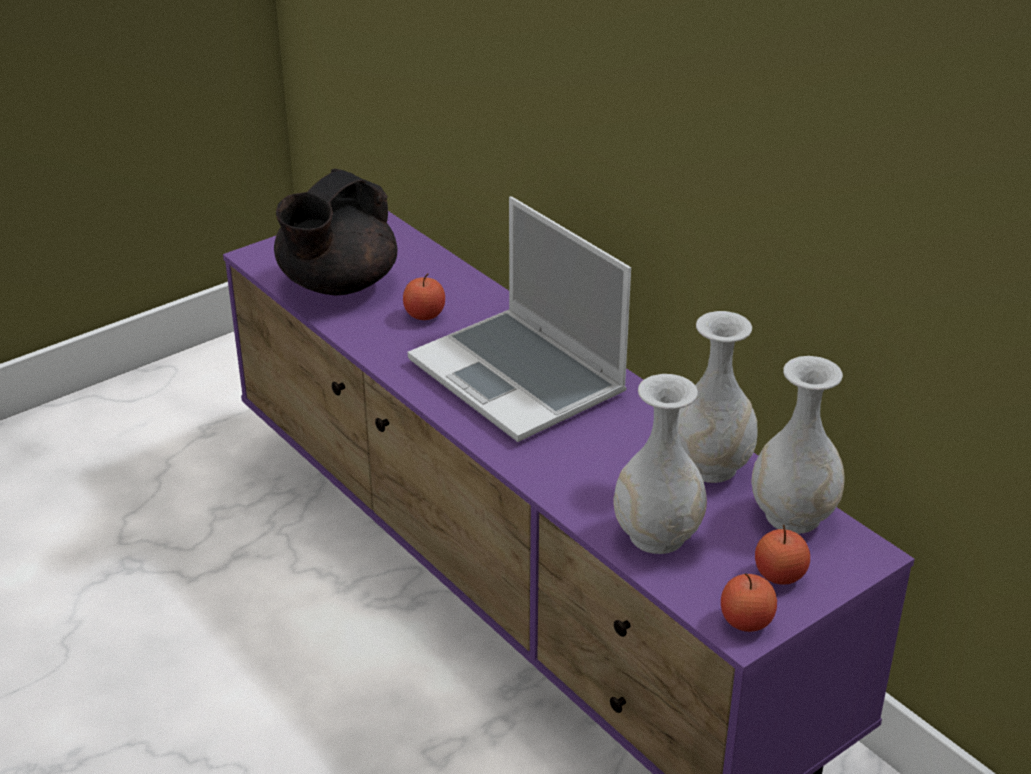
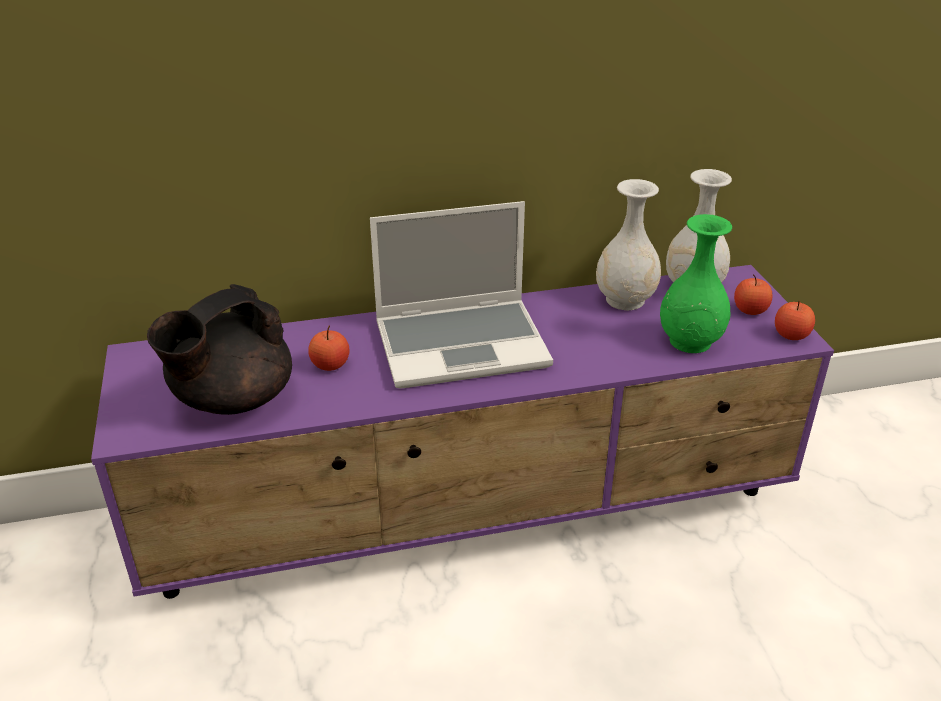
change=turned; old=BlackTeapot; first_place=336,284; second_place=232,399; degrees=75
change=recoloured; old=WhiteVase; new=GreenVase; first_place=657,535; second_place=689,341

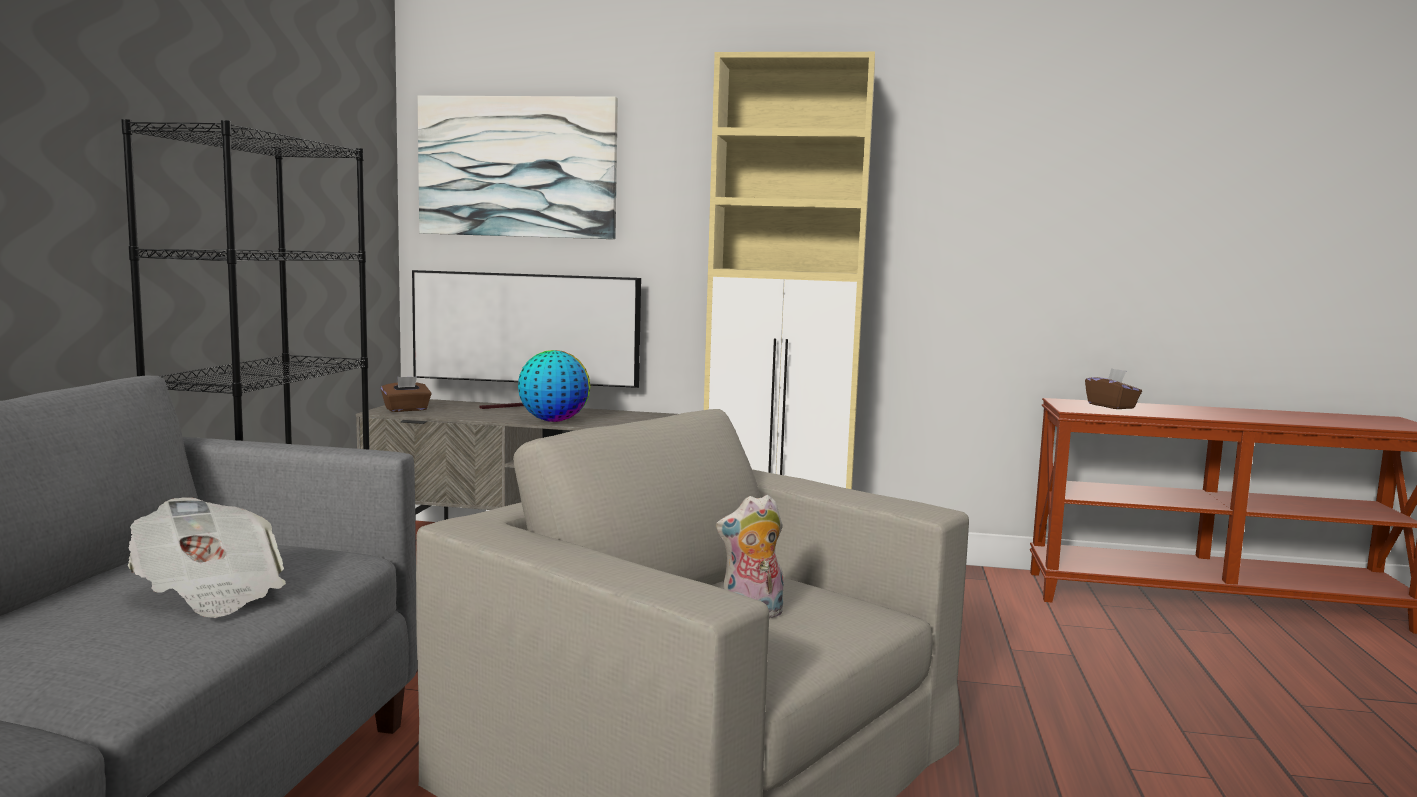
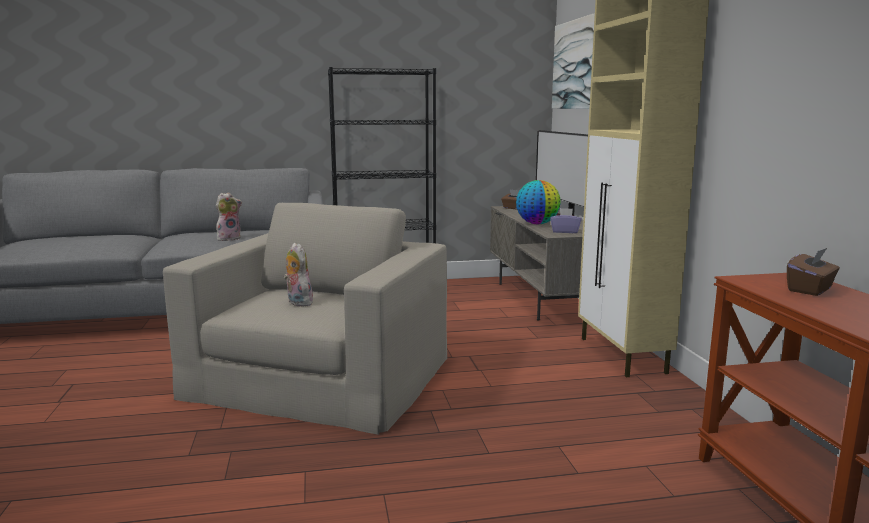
change=replaced; old=Newspaper; new=PlushToy; first_place=210,593; second_place=229,238
change=added; new=PurpleTissueBox; second_place=565,231

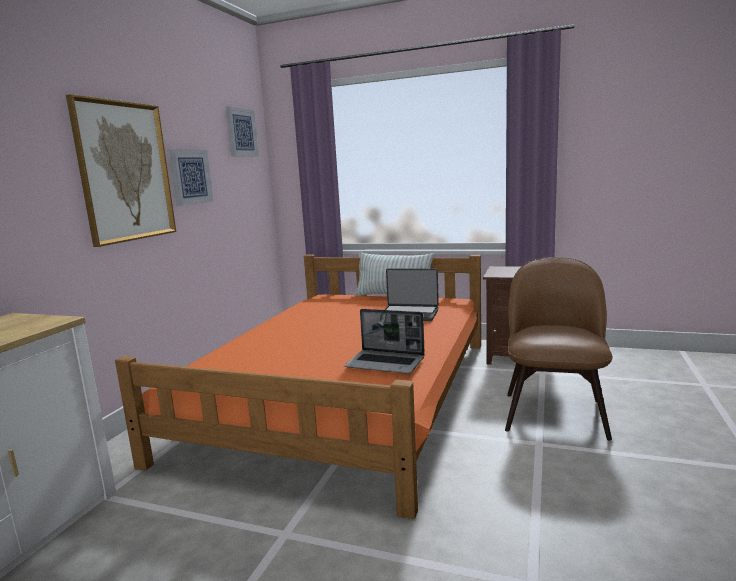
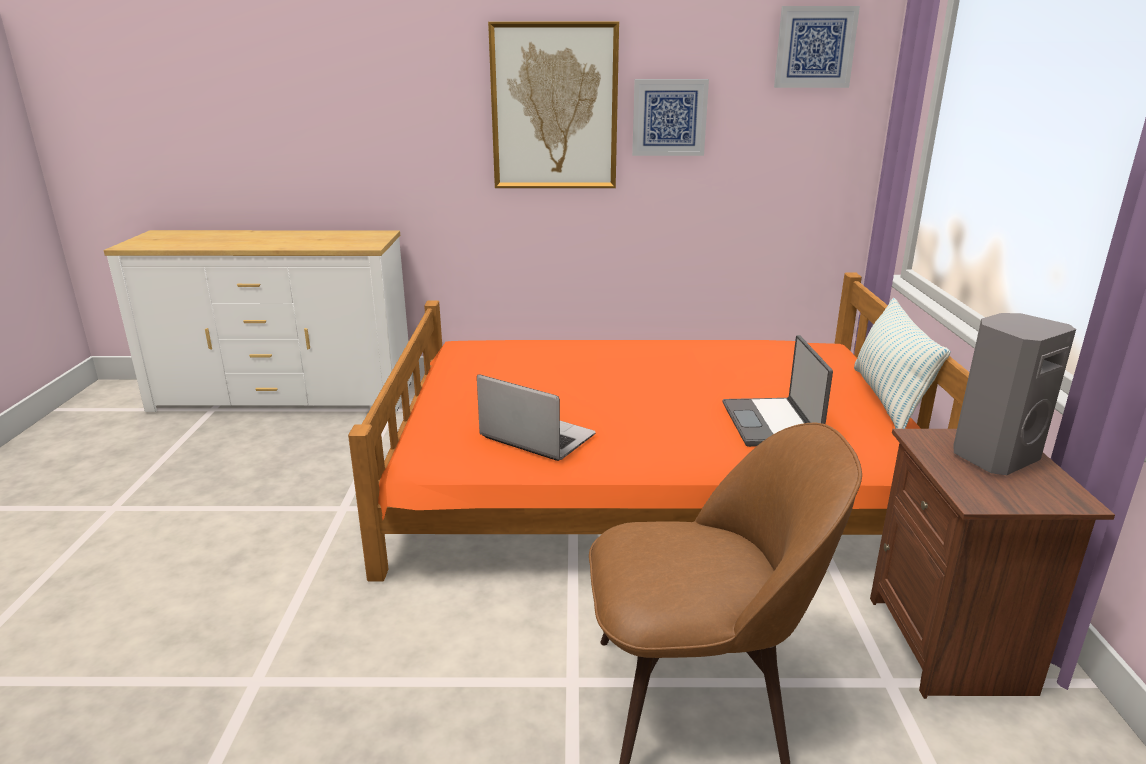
change=turned; old=Laptop; first_place=386,363; second_place=535,437; degrees=120
change=added; new=GreySpeaker; second_place=992,457

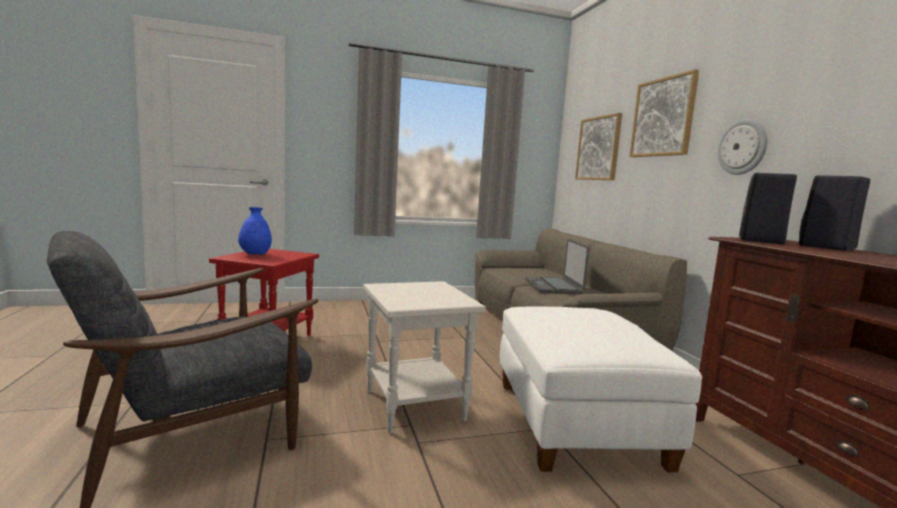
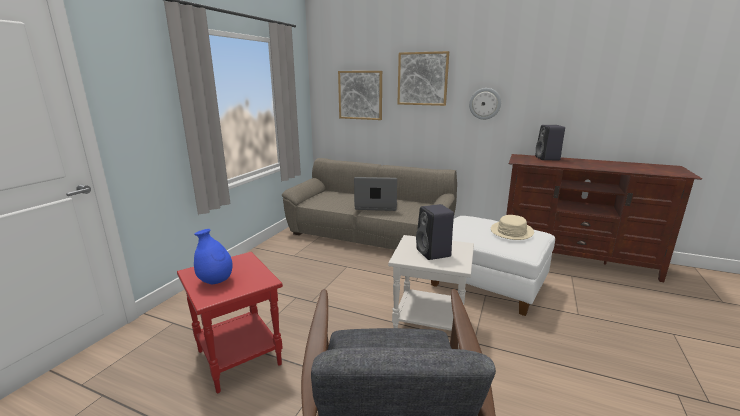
change=turned; old=Laptop; first_place=553,286; second_place=376,206; degrees=150
change=moved; old=BlackSpeaker; first_place=762,241; second_place=434,253
change=added; new=BeigeHat; second_place=511,231

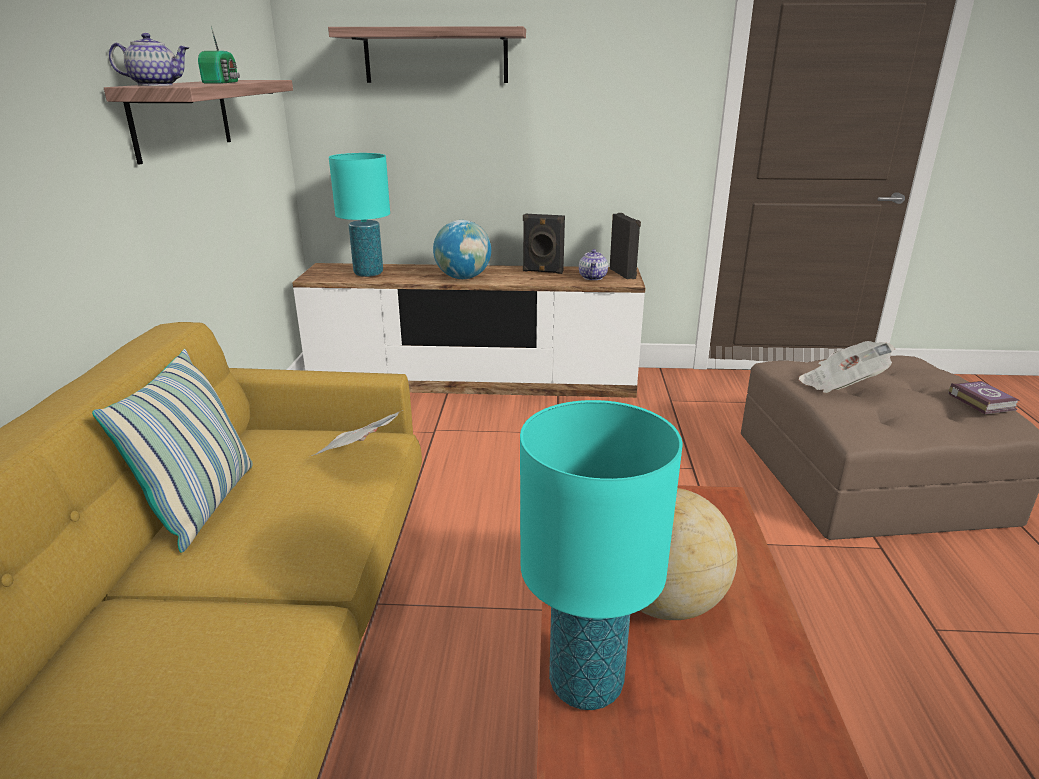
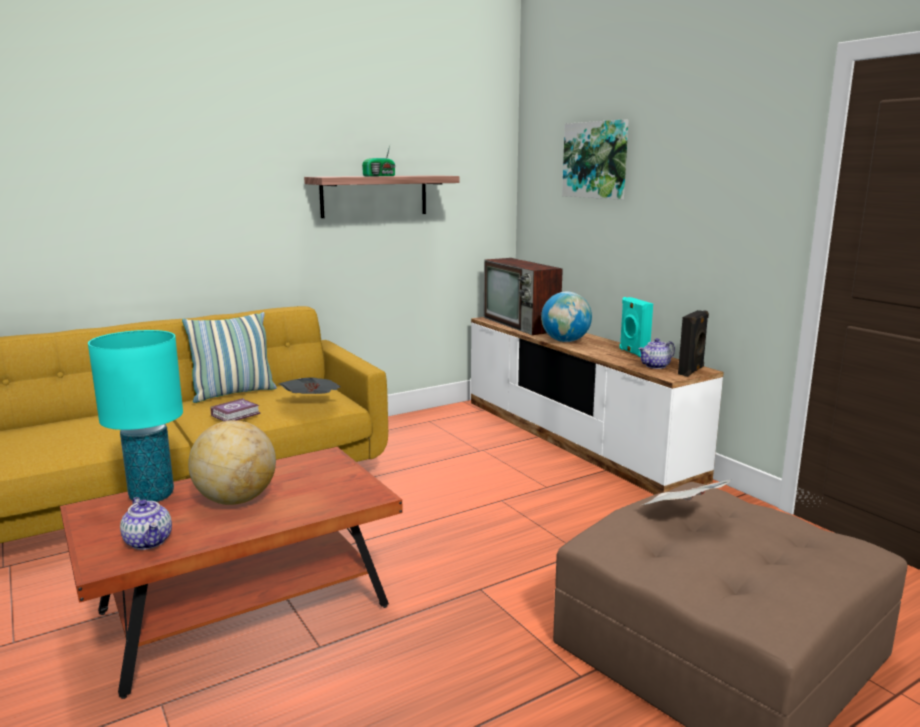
change=moved; old=Teapot; first_place=156,85; second_place=149,542
change=replaced; old=Shelf; new=Picture; first_place=436,56; second_place=596,160
change=replaced; old=TurquoiseTableLamp; new=Television; first_place=369,273; second_place=521,324
change=recoloured; old=BlackSpeaker; new=TurquoiseSpeaker; first_place=542,271; second_place=633,352
change=moved; old=Book; first_place=981,401; second_place=237,414

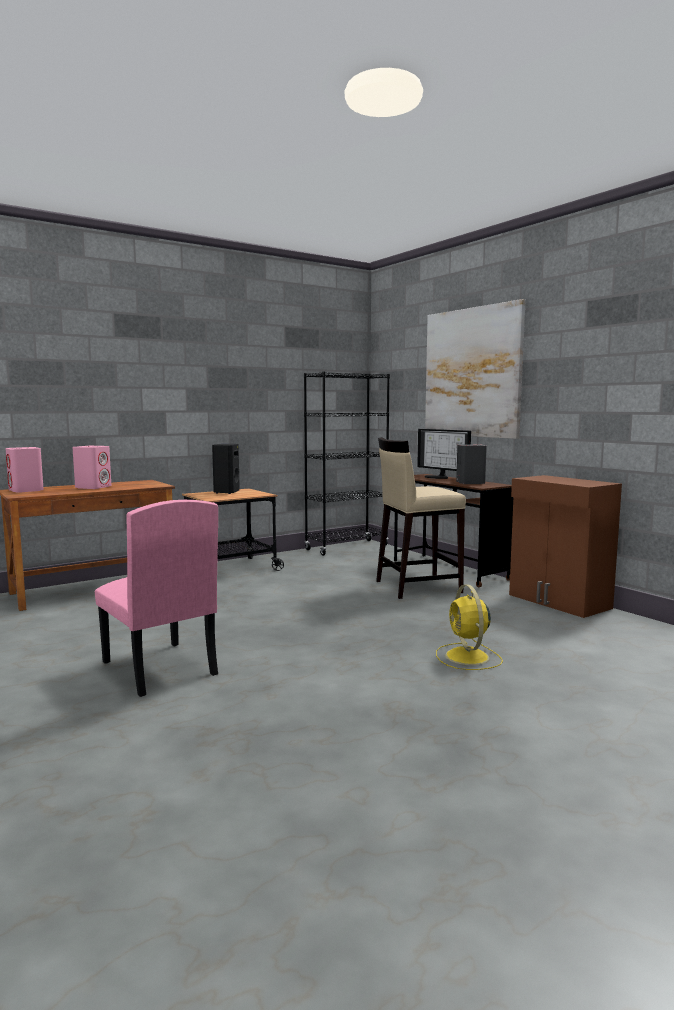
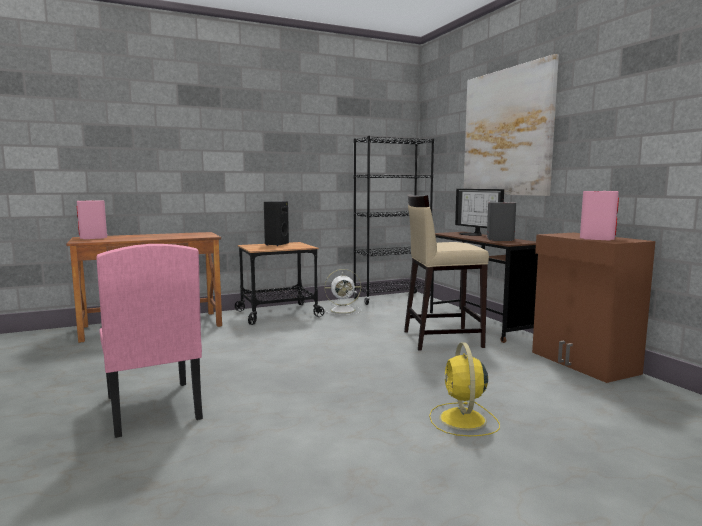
change=moved; old=PinkSpeaker; first_place=93,487; second_place=597,238
change=added; new=WhiteFan; second_place=344,310

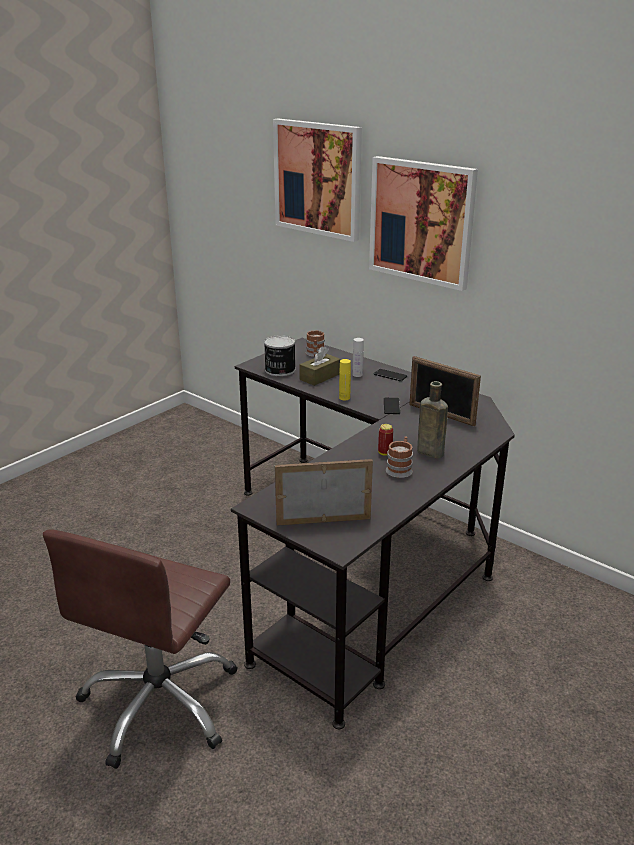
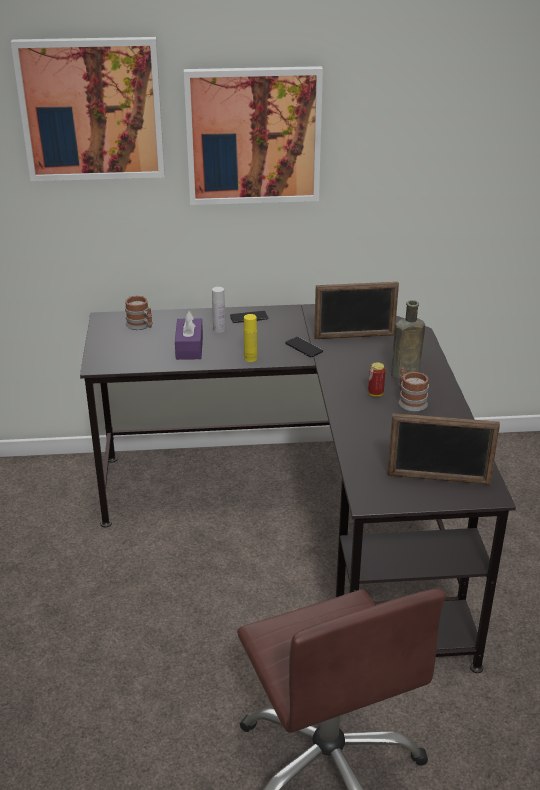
change=removed; old=Can; first_place=279,370
change=turned; old=PictureFrame; first_place=323,520; second_place=438,479; degrees=-120
change=recoloured; old=BrownTissueBox; new=PurpleTissueBox; first_place=320,377; second_place=189,347

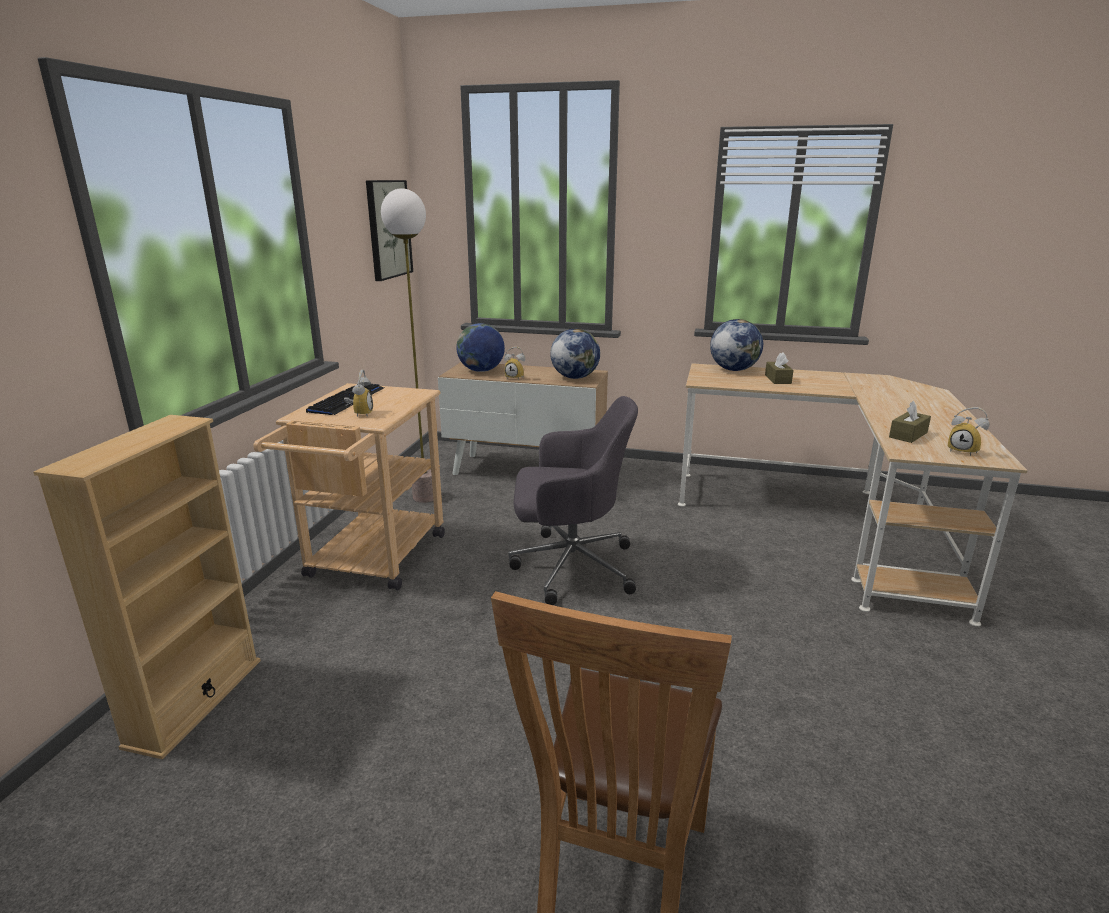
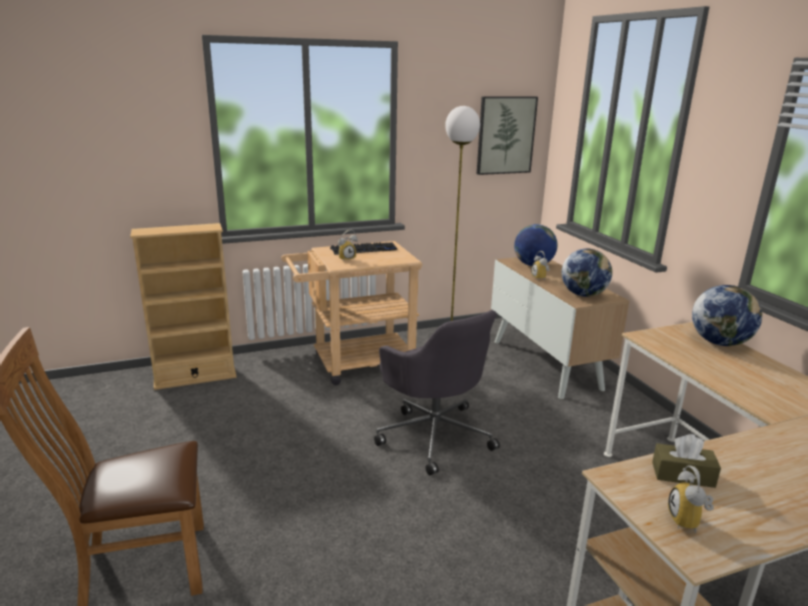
change=removed; old=BrownTissueBox; first_place=778,379

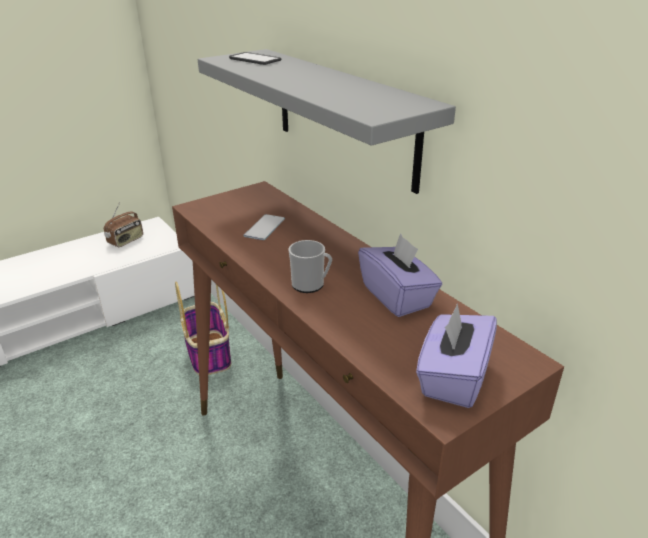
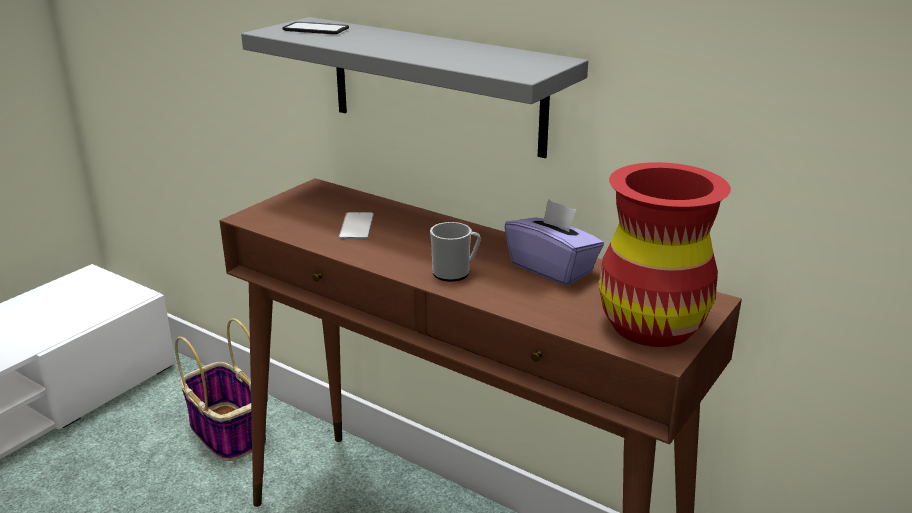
change=removed; old=Radio; first_place=126,241
change=replaced; old=PurpleTissueBox; new=RedVase; first_place=452,377; second_place=652,325

